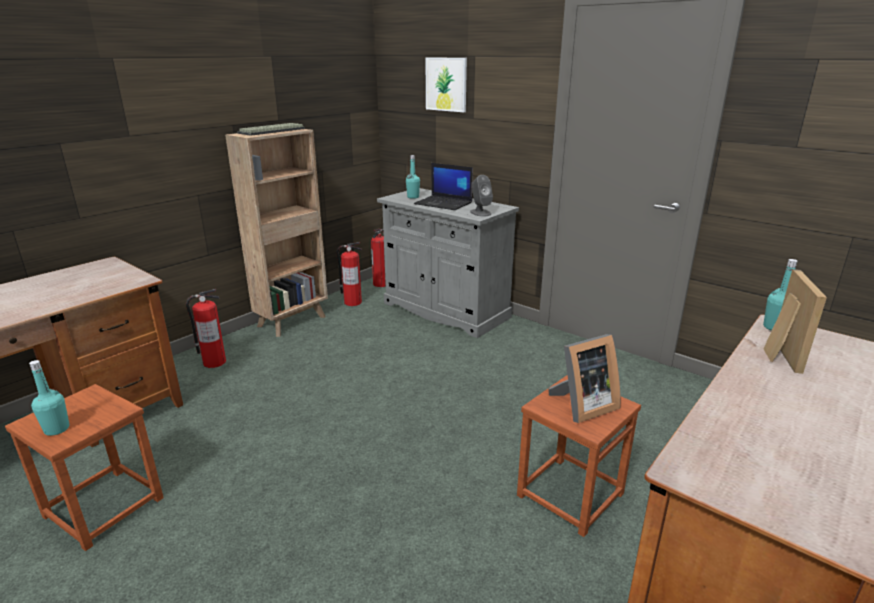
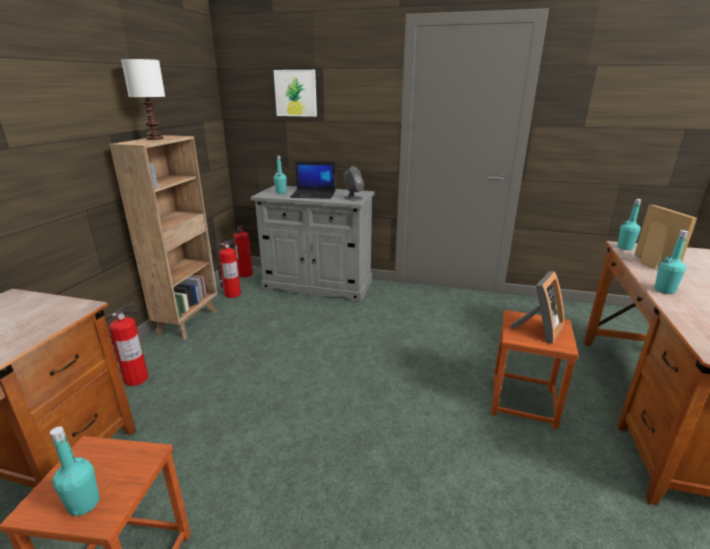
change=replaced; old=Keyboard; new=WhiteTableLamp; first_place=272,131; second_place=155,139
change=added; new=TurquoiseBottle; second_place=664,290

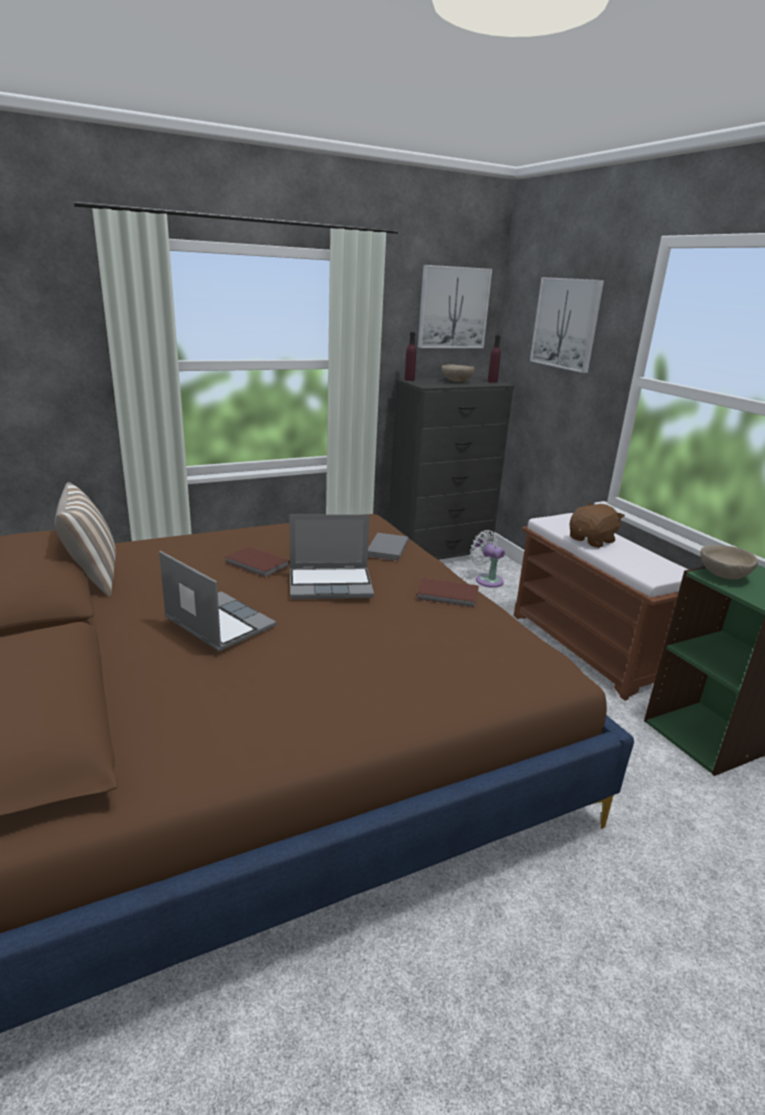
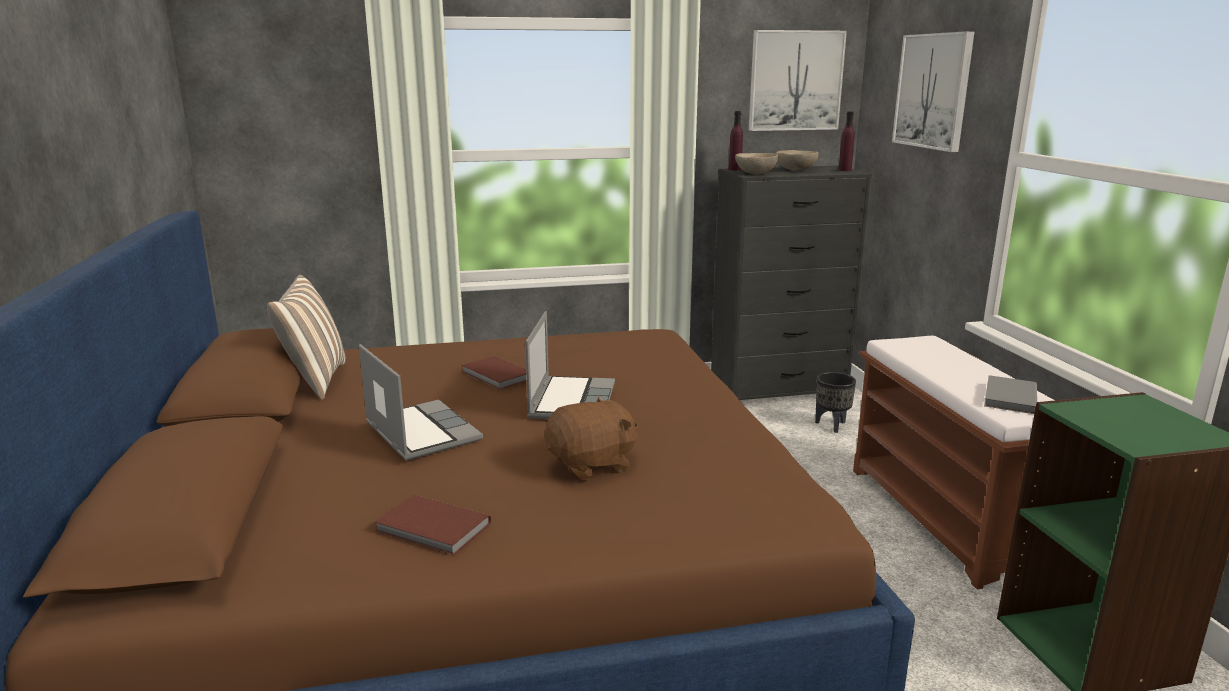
change=turned; old=Laptop; first_place=331,584; second_place=571,400; degrees=-90
change=moved; old=GreyBook; first_place=386,549; second_place=1008,397
change=moved; old=BrownBook; first_place=448,595; second_place=433,529
change=replaced; old=WhiteFan; new=BlackPlanter; first_place=486,580; second_place=831,425
change=moved; old=BrownPlushToy; first_place=592,540; second_place=592,464
change=moved; old=BeigeBowl; first_place=722,575; second_place=755,173

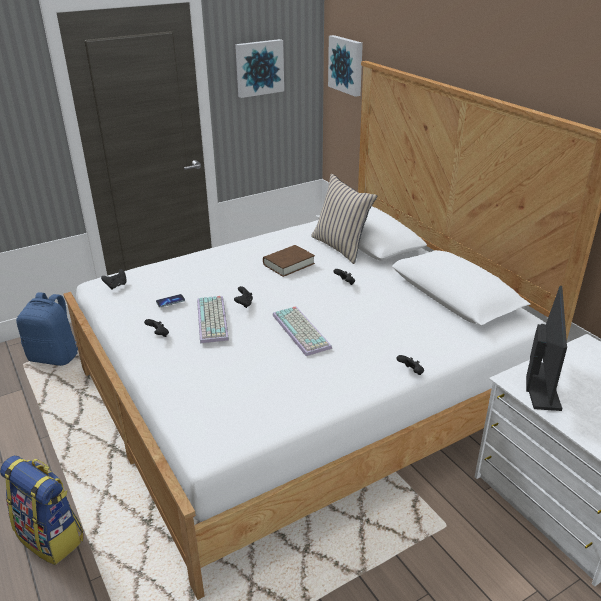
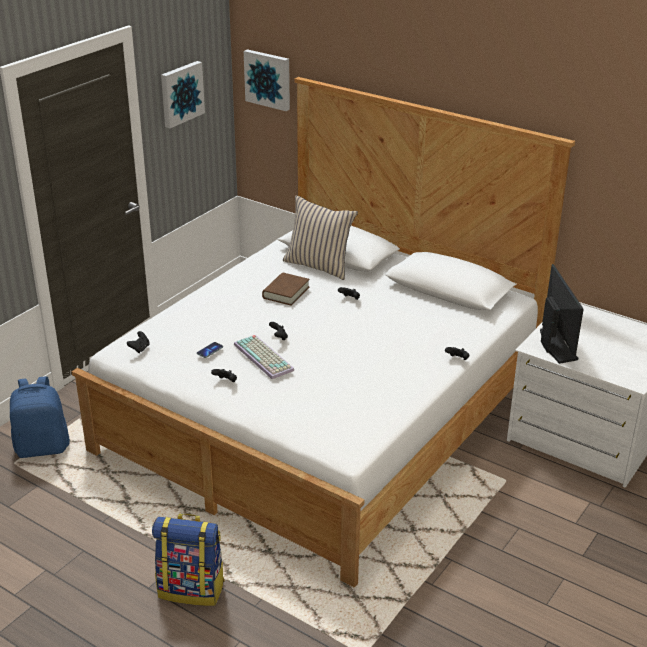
change=removed; old=Keyboard; first_place=302,331

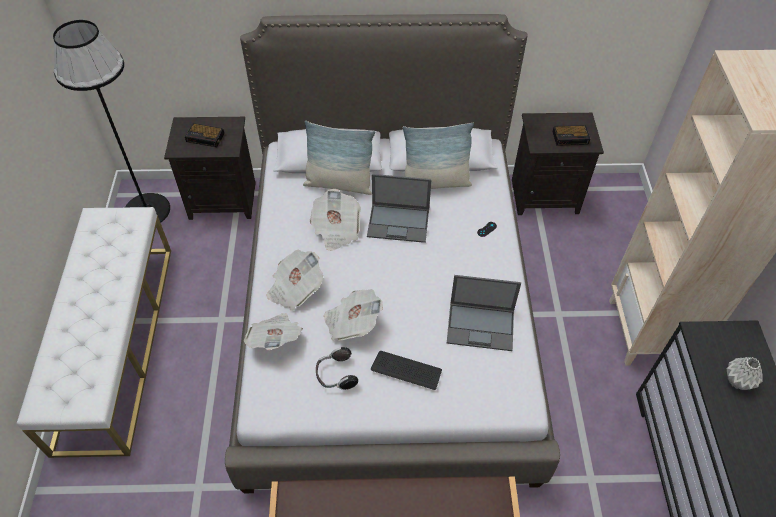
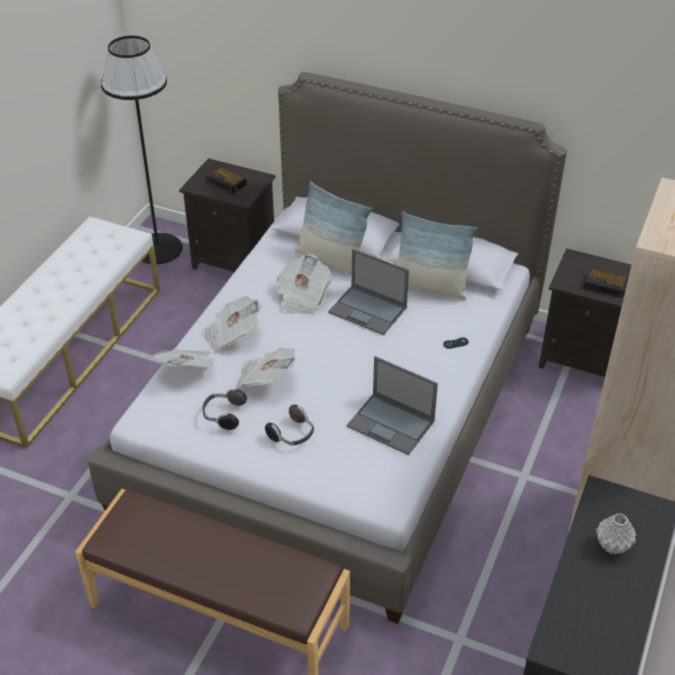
change=replaced; old=Keyboard; new=Headphones; first_place=406,370; second_place=292,435

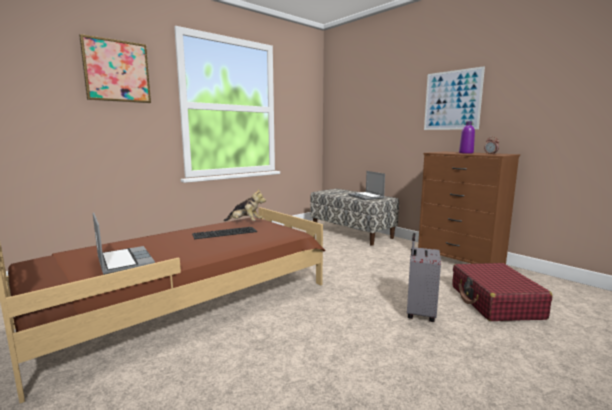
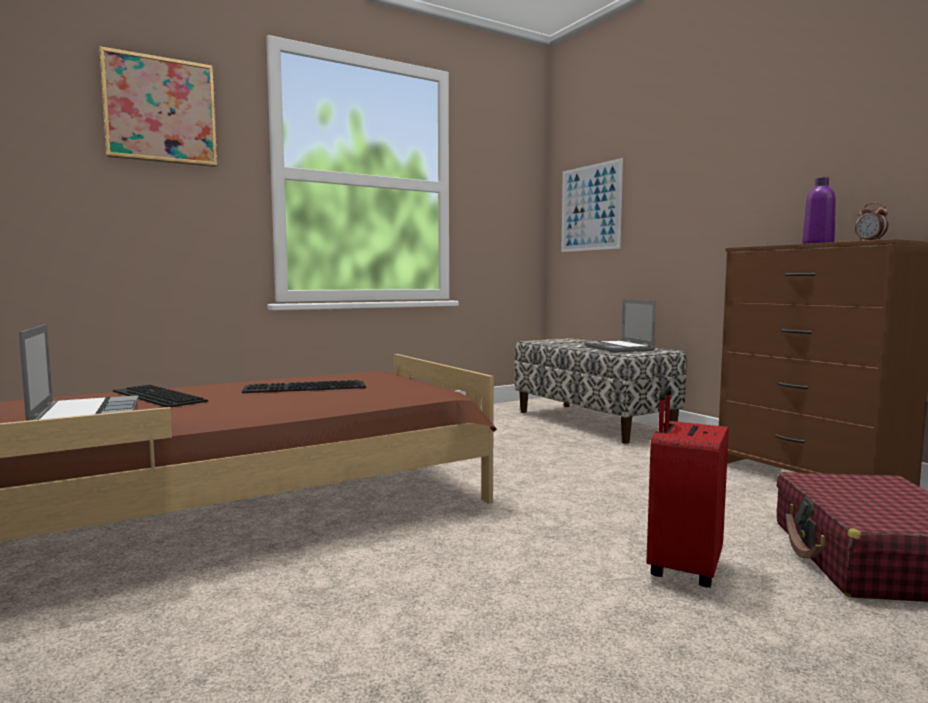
change=removed; old=PlushToy; first_place=245,222
change=recoloured; old=GreySuitcase; new=RedSuitcase; first_place=419,313; second_place=682,568
change=moved; old=Picture; first_place=452,100; second_place=590,208
change=added; new=Keyboard; second_place=155,396

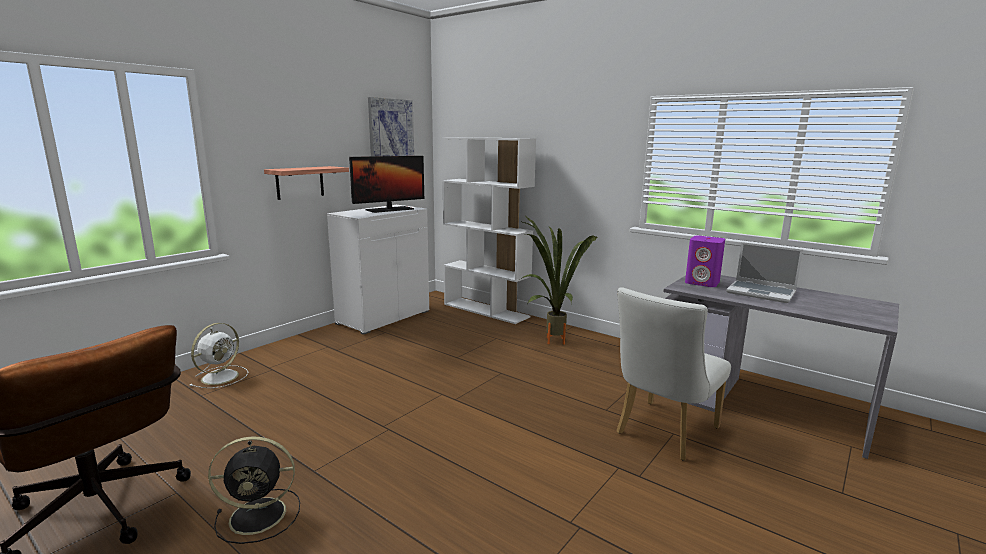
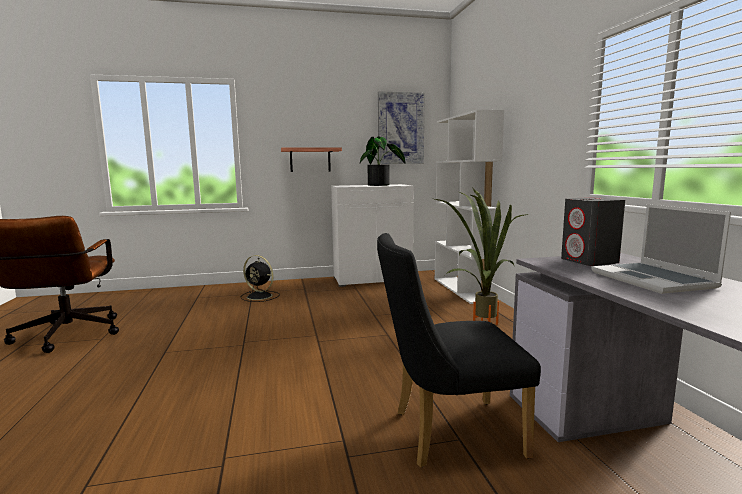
change=removed; old=WhiteFan; first_place=221,376
change=moved; old=BlackFan; first_place=260,515; second_place=260,296
change=replaced; old=Monitor; new=PottedPlant; first_place=390,209; second_place=381,185
change=recoloured; old=WhiteChair; new=BlackChair; first_place=662,433; second_place=447,433
change=recoloured; old=PurpleSpeaker; new=GreySpeaker; first_place=702,282; second_place=590,261

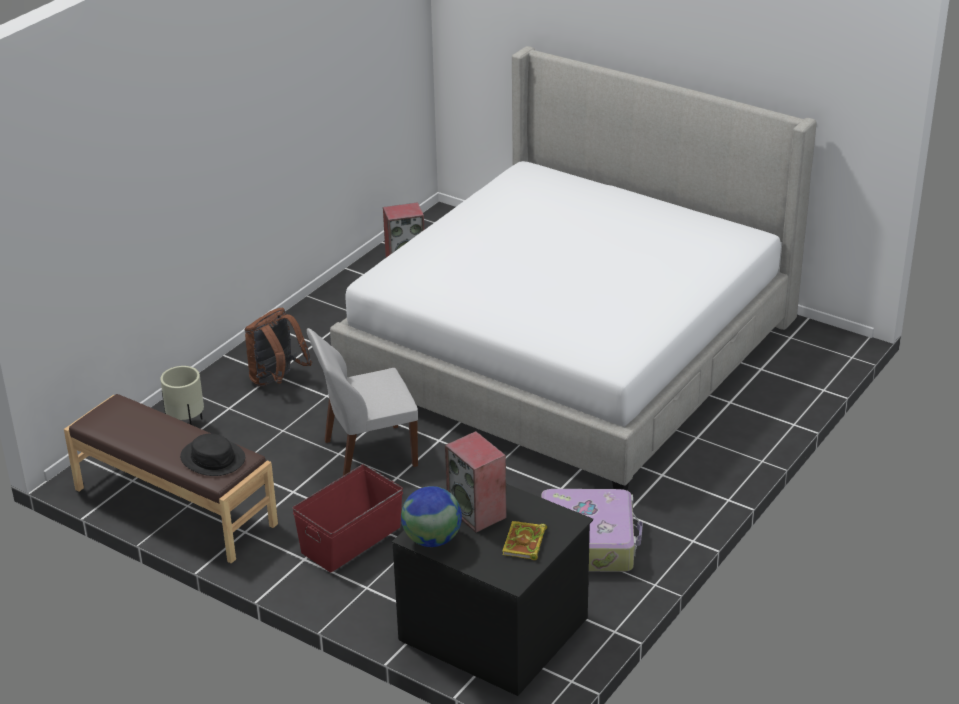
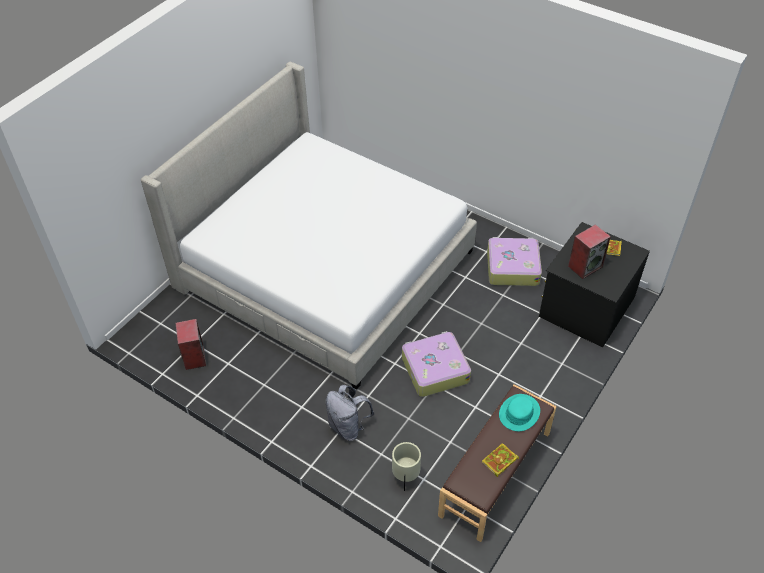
change=recoloured; old=BlackHat; new=TurquoiseHat; first_place=213,458; second_place=519,413
change=recoloured; old=BrownBackpack; new=GreyBackpack; first_place=277,381; second_place=348,427
change=removed; old=RedStorageBox; first_place=350,539
change=replaced; old=WhiteChair; new=Suitcase; first_place=367,454; second_place=434,369
change=removed; old=Globe; first_place=432,539
change=added; new=Book; second_place=499,461

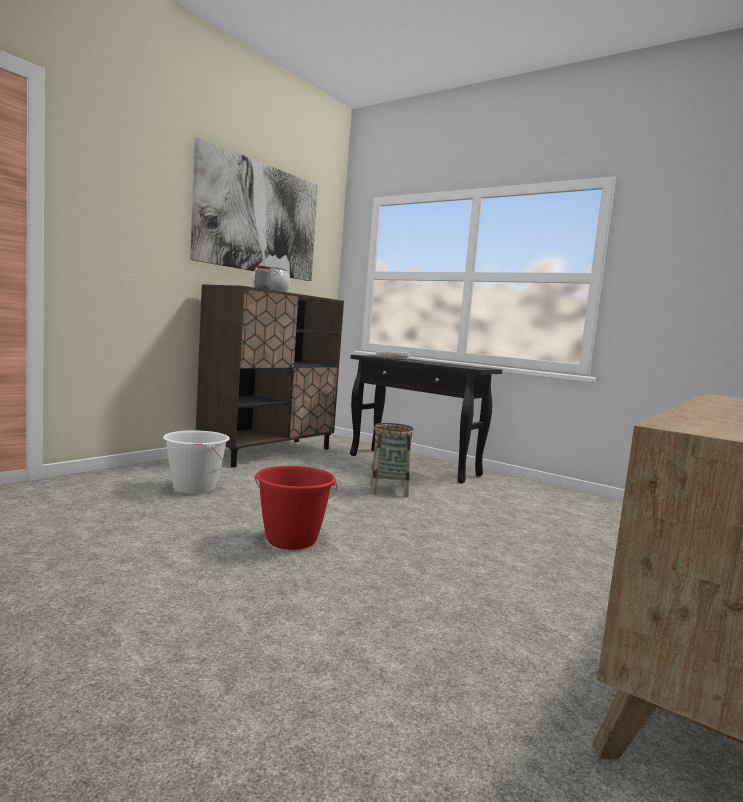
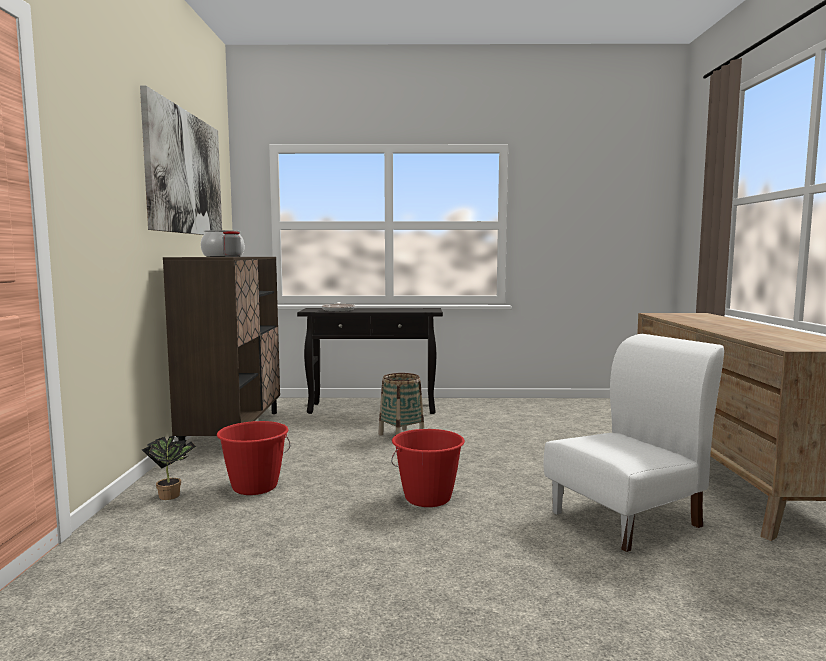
change=recoloured; old=WhiteBucket; new=RedBucket; first_place=194,488; second_place=254,487
change=added; new=PottedPlant; second_place=172,495
change=added; new=WhiteChair; second_place=627,519

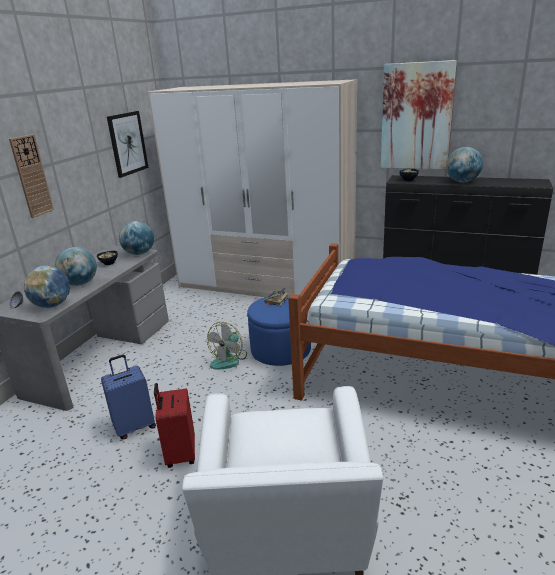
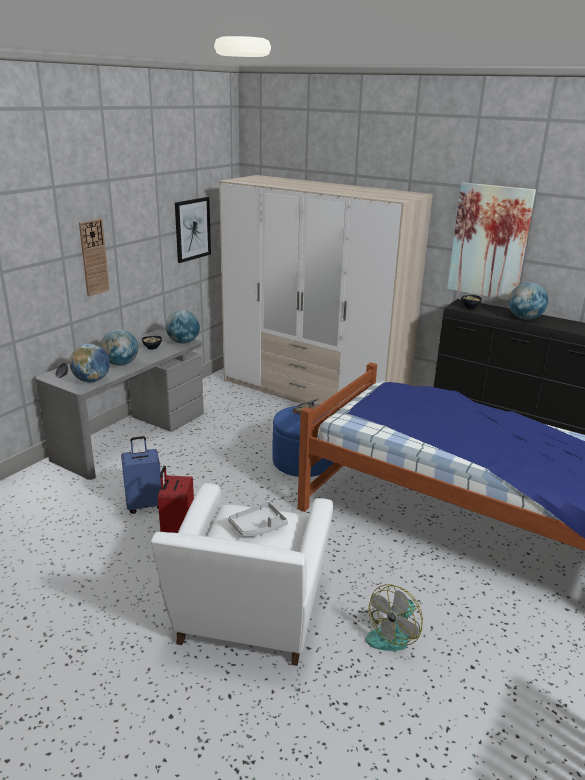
change=moved; old=Fan; first_place=229,359; second_place=394,634
change=added; new=GreyTray; second_place=258,526

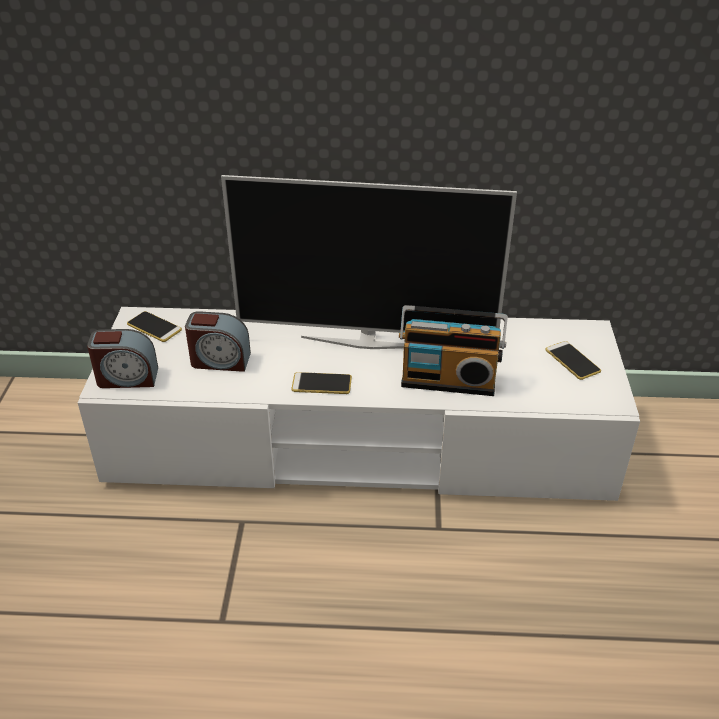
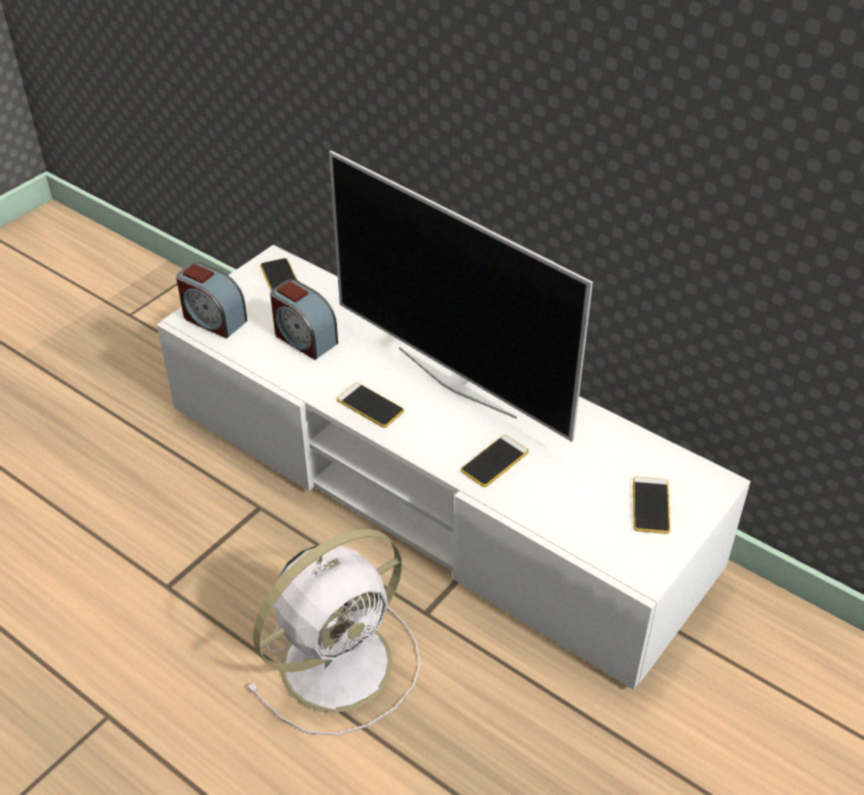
change=replaced; old=Radio; new=Phone; first_place=448,380; second_place=494,461
change=added; new=WhiteFan; second_place=341,661

